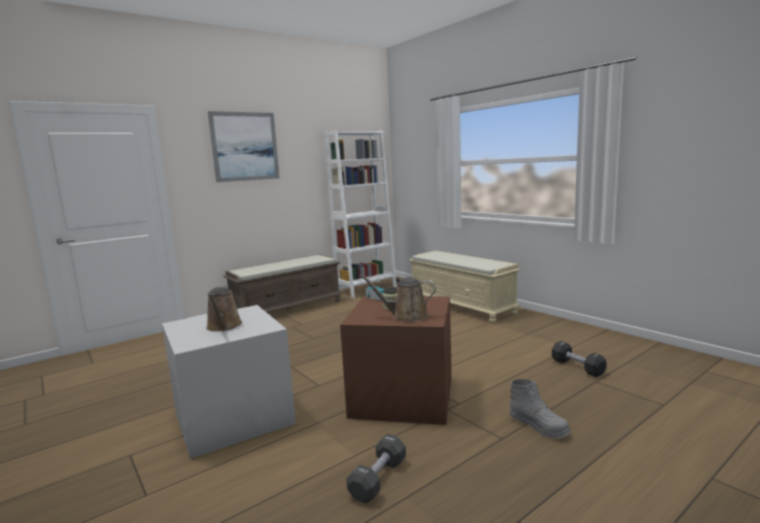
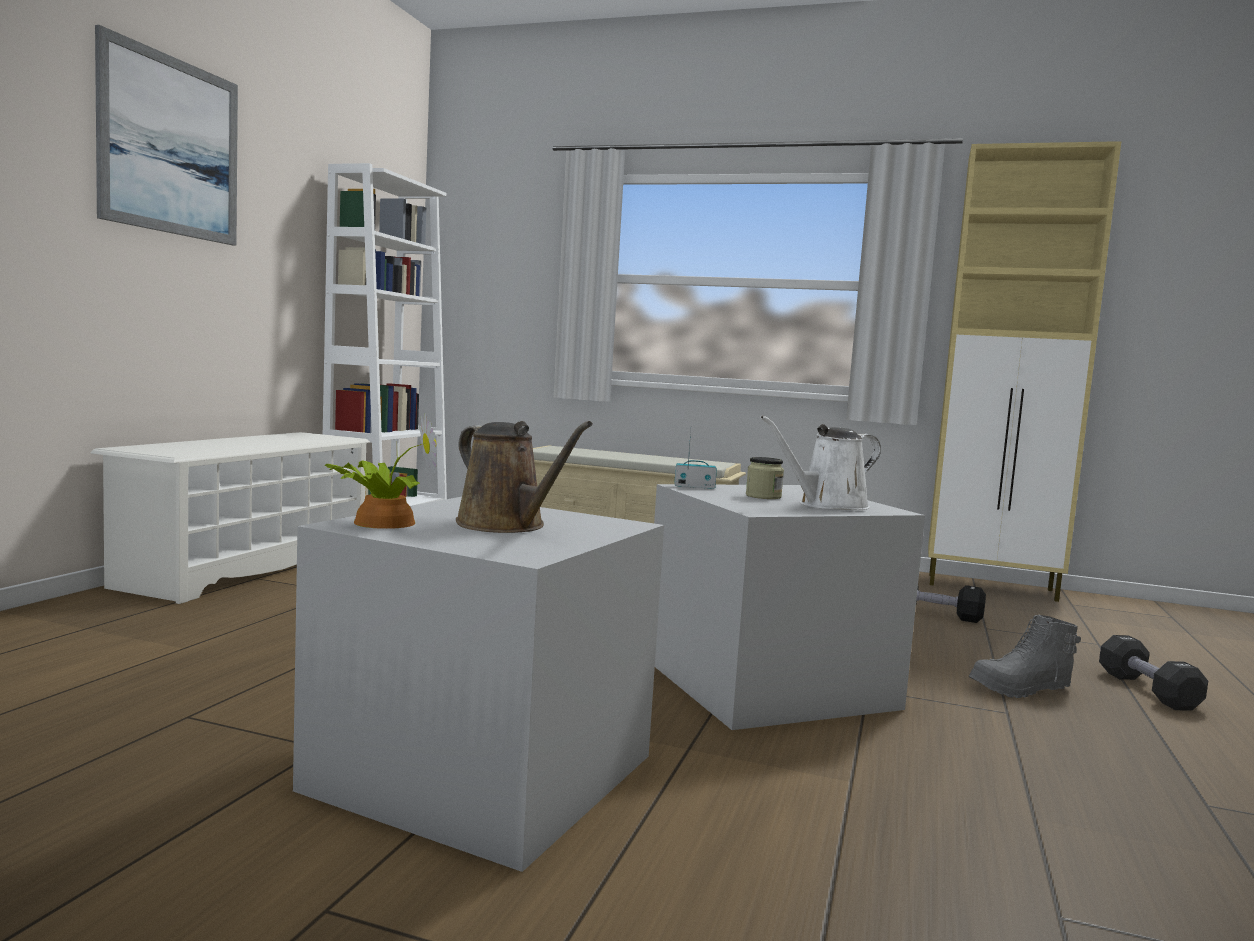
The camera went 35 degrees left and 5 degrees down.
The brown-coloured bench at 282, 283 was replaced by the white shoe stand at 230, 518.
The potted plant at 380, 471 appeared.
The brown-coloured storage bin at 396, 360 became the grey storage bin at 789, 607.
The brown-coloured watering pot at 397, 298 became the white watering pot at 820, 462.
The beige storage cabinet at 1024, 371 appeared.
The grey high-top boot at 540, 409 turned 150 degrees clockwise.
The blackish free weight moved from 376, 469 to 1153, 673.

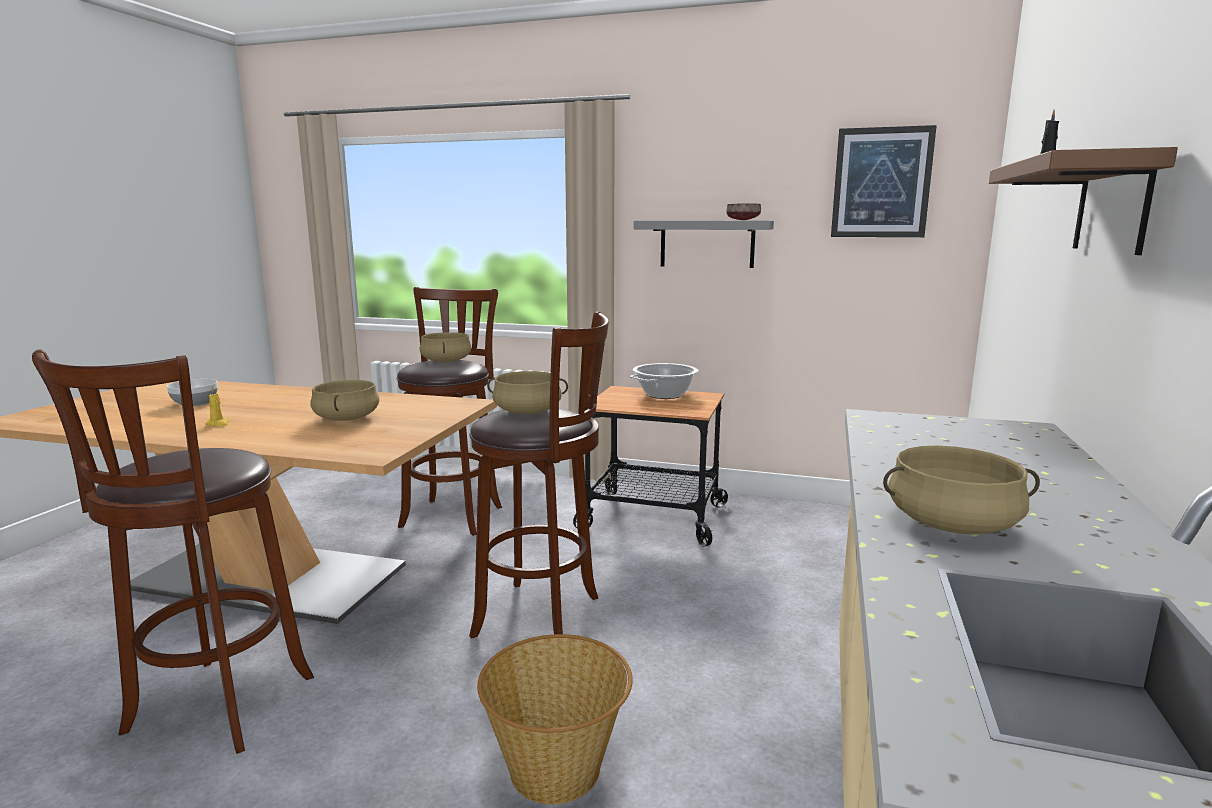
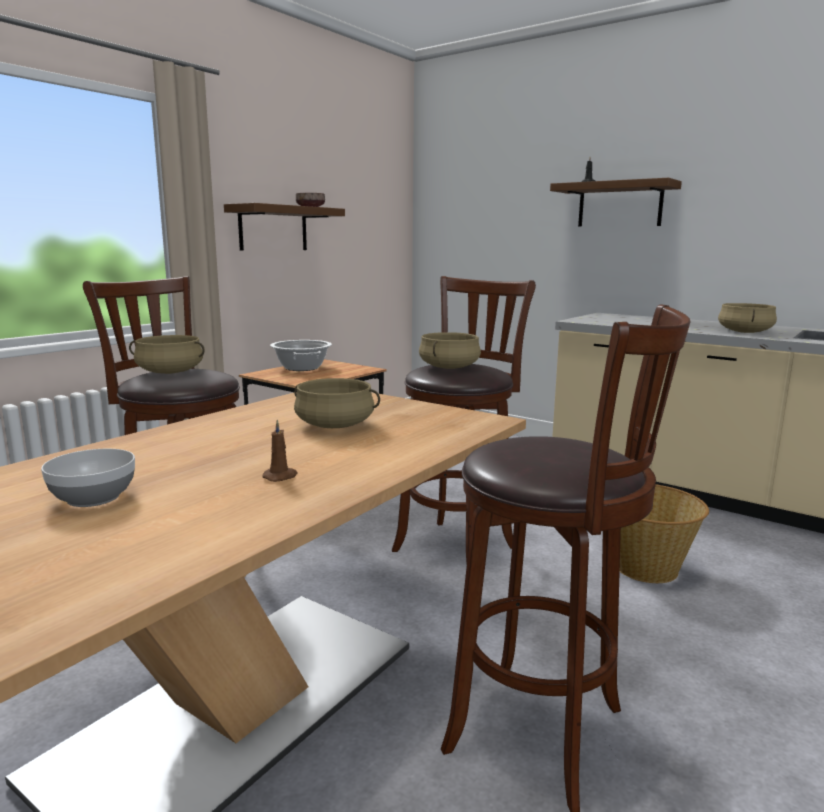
The camera went 70 degrees left and 0 degrees up.
The grey wall shelf at 704, 244 became the brown-coloured wall shelf at 284, 227.
The yellowish wax light at 217, 407 became the brown-coloured wax light at 280, 451.
The wall art at 884, 181 disappeared.

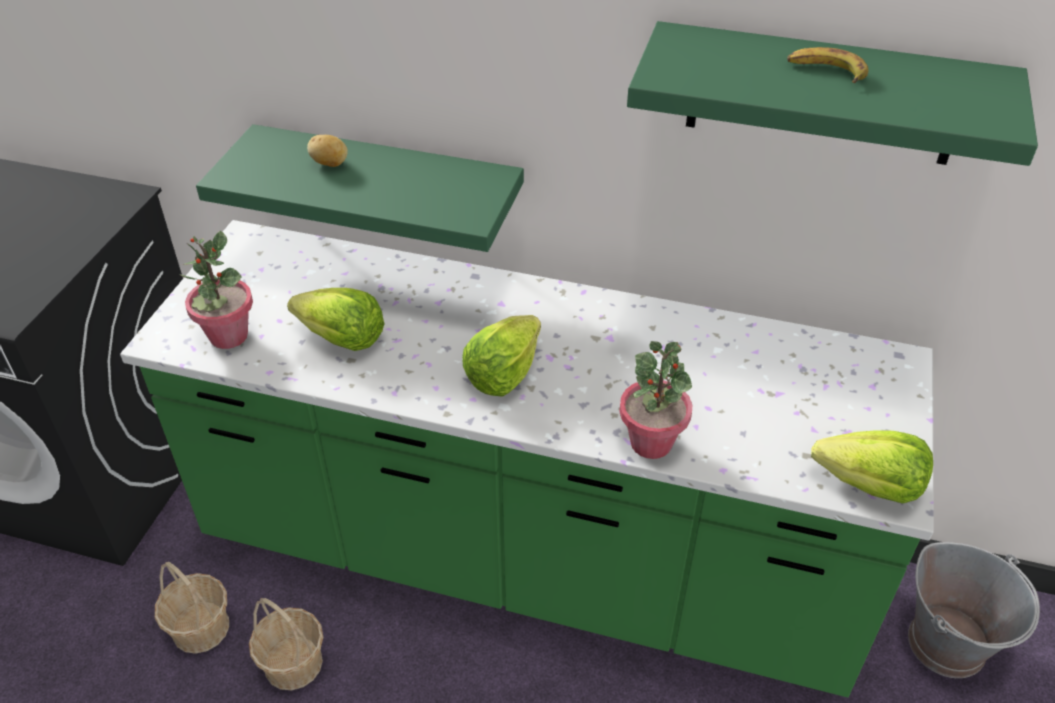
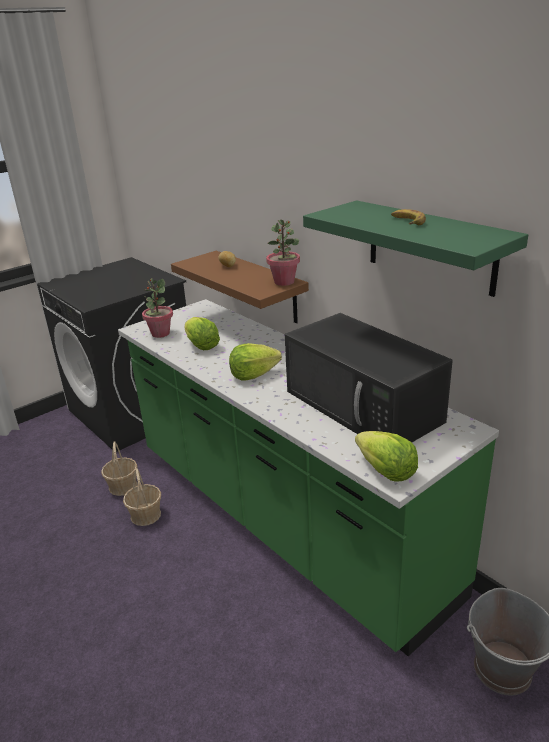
The camera went 35 degrees right and 15 degrees down.
The greenish wall shelf at 360, 188 became the brown-coloured wall shelf at 240, 287.
The potted plant moved from 655, 400 to 283, 253.
The blackish microwave at 369, 377 appeared.

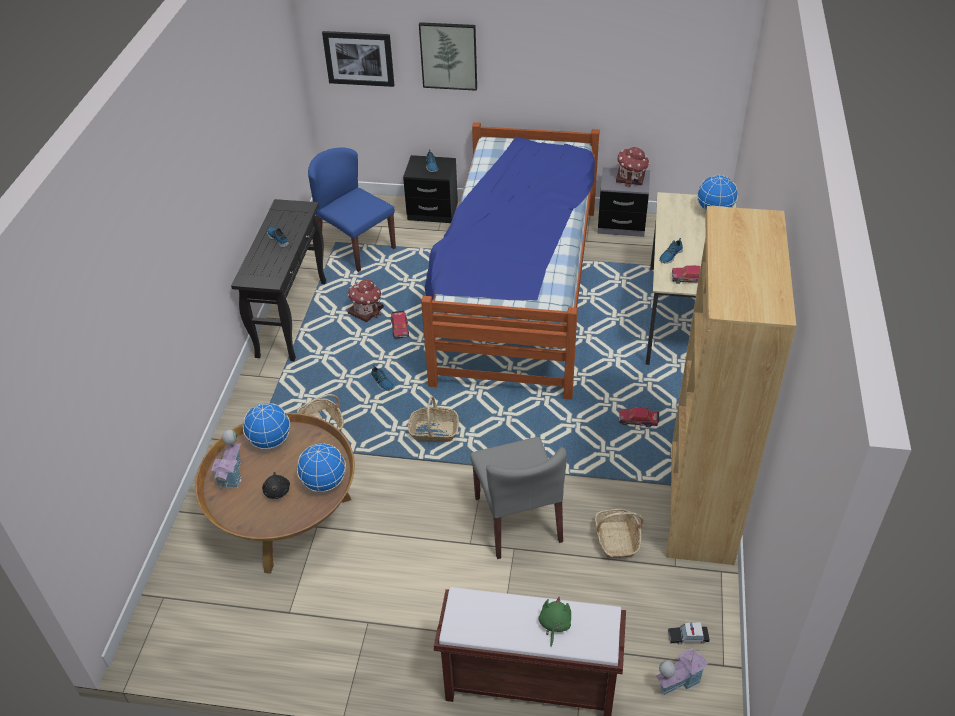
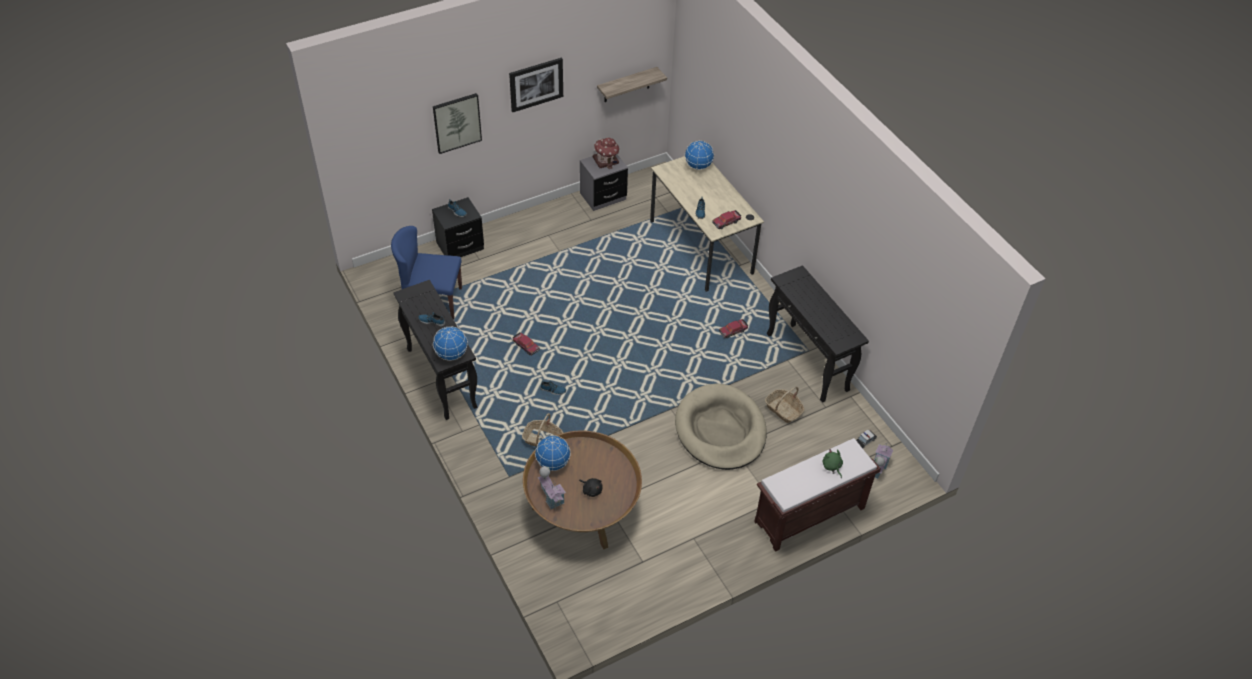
The camera went 40 degrees left and 5 degrees up.
The world globe moved from 321, 467 to 450, 343.
The wall art moved from 358, 59 to 536, 85.
The wall shelf at 632, 84 appeared.
The grey upright chair at 518, 498 was replaced by the beige dog bed at 721, 427.
The brown-coloured bookcase at 731, 385 was replaced by the blackish console table at 818, 334.
The toy house at 365, 300 disappeared.
The basket at 433, 419 disappeared.
The bedroom bed at 510, 261 disappeared.

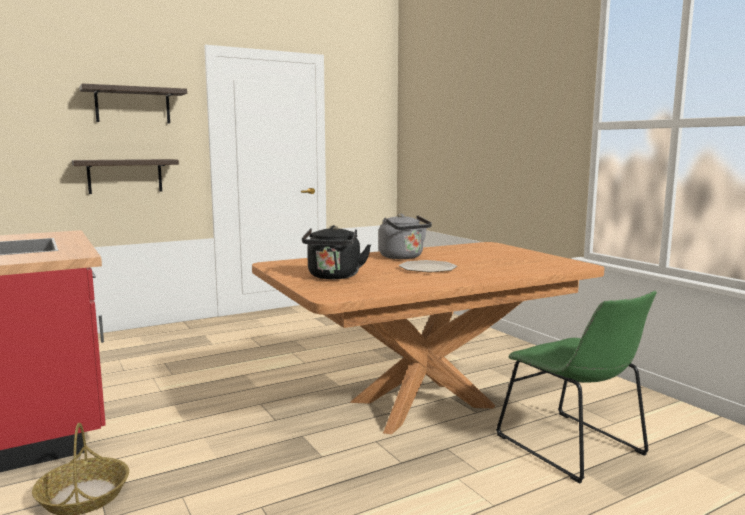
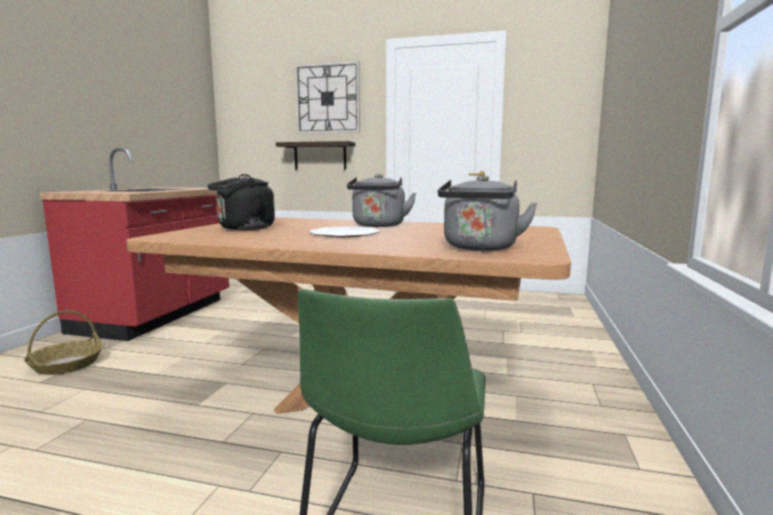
The camera went 45 degrees right and 0 degrees up.
The wall shelf at 133, 103 was replaced by the wall clock at 327, 97.
The grey kettle at 488, 213 appeared.

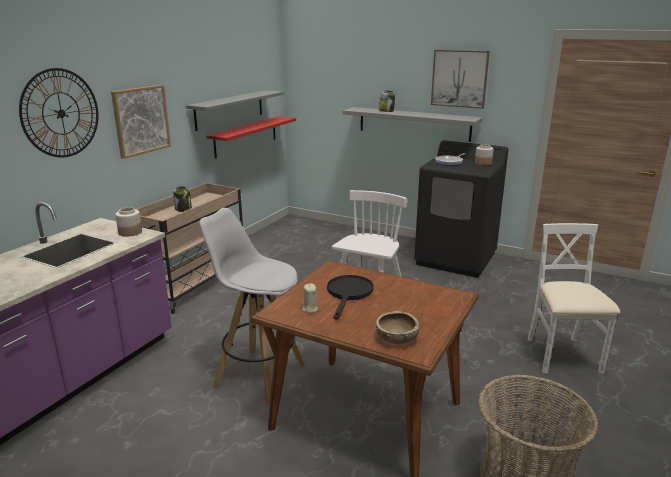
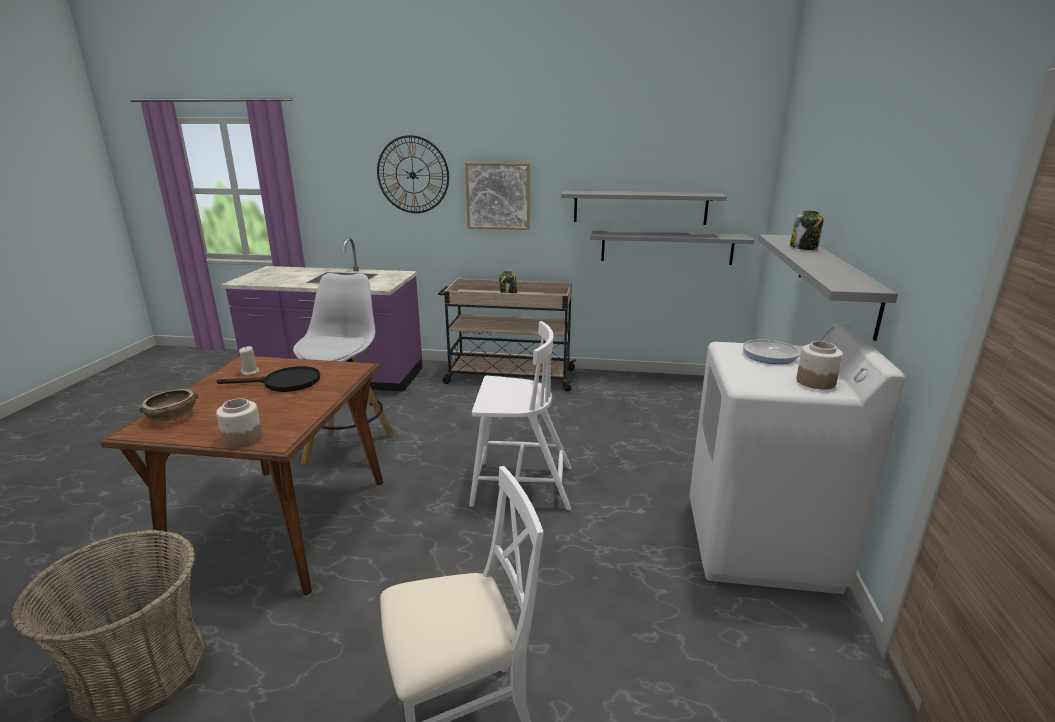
The camera went 70 degrees right and 0 degrees up.
The preserve jar moved from 128, 222 to 239, 423.
The reddish wall shelf at 251, 137 became the grey wall shelf at 672, 248.
The blackish laundry appliance at 461, 209 became the white laundry appliance at 797, 458.
The wall art at 460, 79 disappeared.

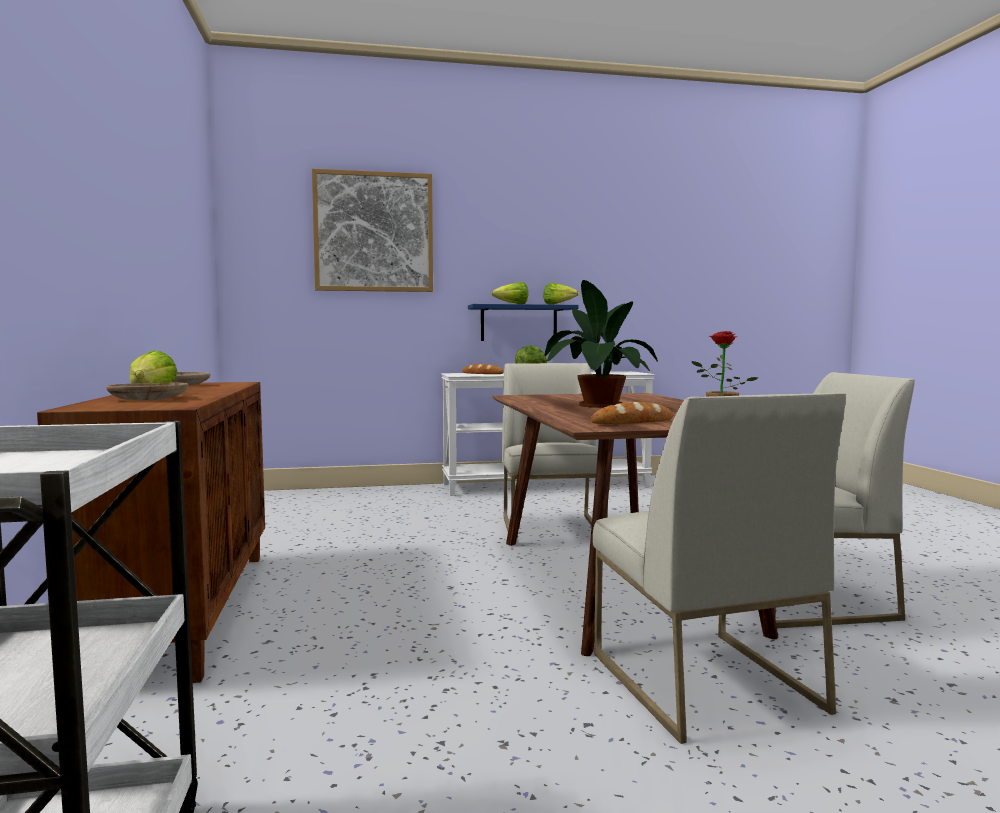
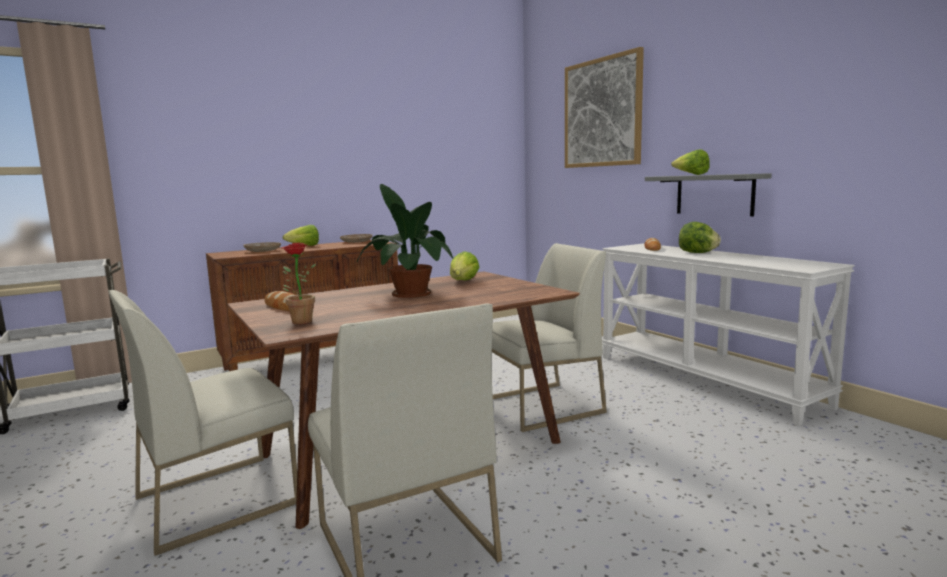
The camera went 70 degrees right and 5 degrees up.
The head of lettuce moved from 561, 294 to 465, 265.
The bluish wall shelf at 523, 322 became the grey wall shelf at 708, 194.

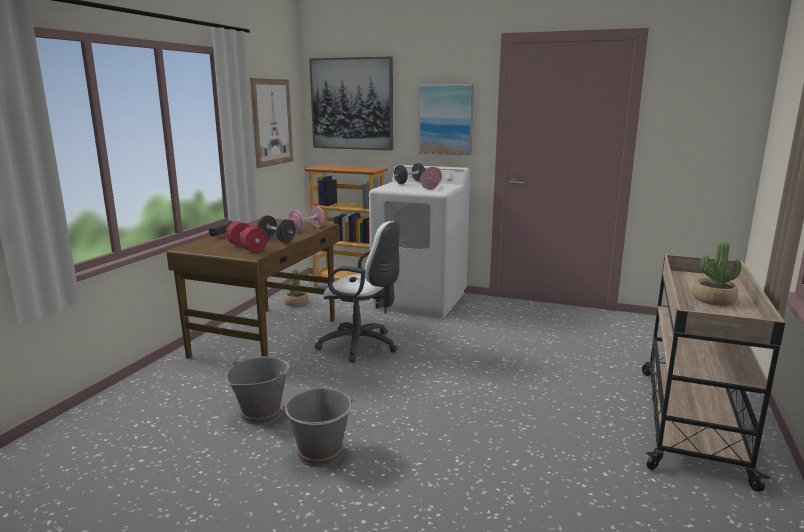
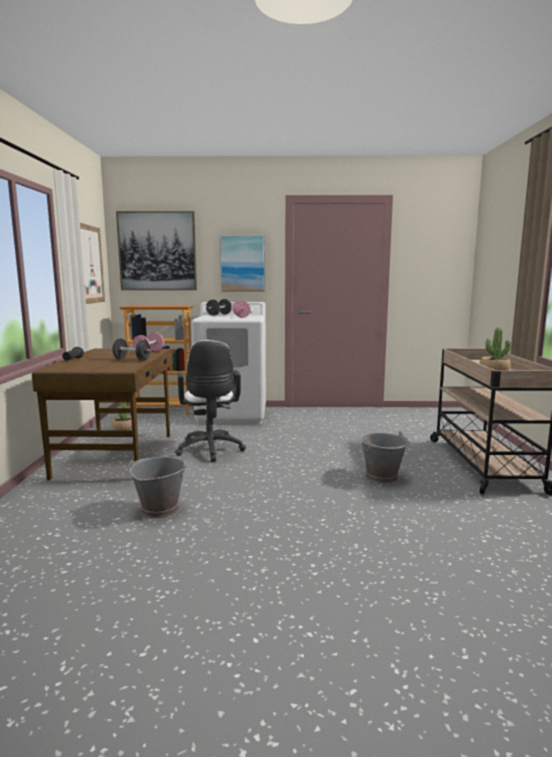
The camera went 20 degrees left and 5 degrees down.
The white office chair at 357, 292 turned 75 degrees clockwise.
The grey pail moved from 318, 427 to 384, 457.
The reddish free weight at 247, 236 disappeared.

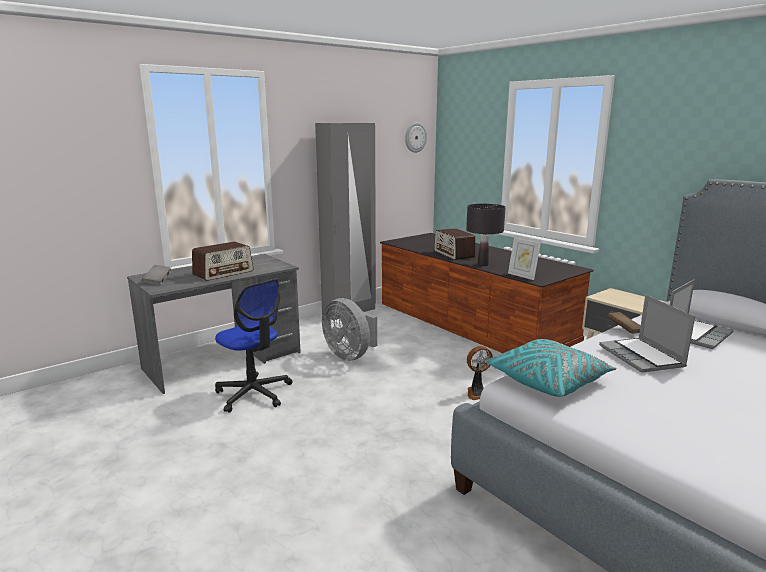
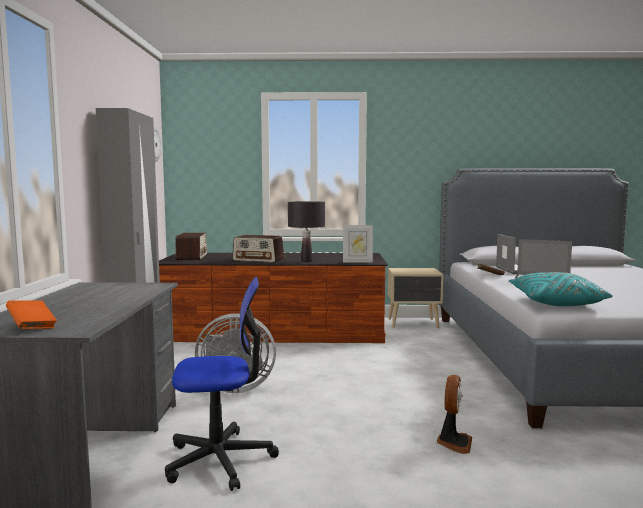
The camera went 50 degrees left and 10 degrees down.
The grey volume at 156, 275 became the orange volume at 31, 314.
The radio moved from 223, 261 to 191, 246.
The cooling fan moved from 480, 373 to 454, 414.

